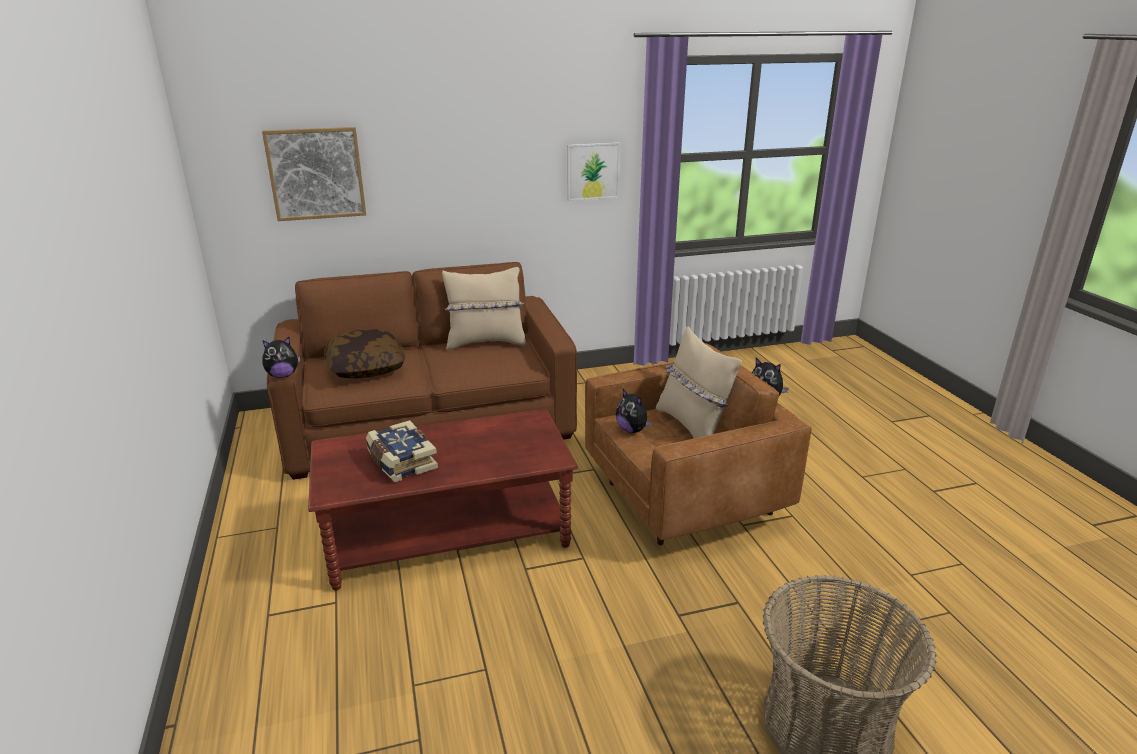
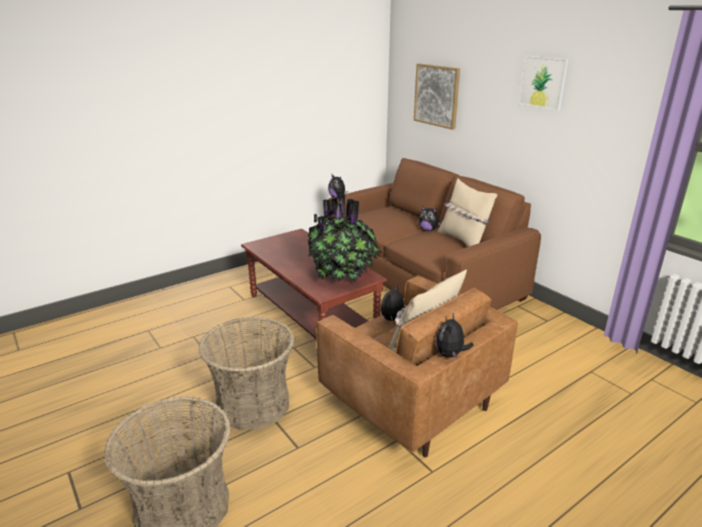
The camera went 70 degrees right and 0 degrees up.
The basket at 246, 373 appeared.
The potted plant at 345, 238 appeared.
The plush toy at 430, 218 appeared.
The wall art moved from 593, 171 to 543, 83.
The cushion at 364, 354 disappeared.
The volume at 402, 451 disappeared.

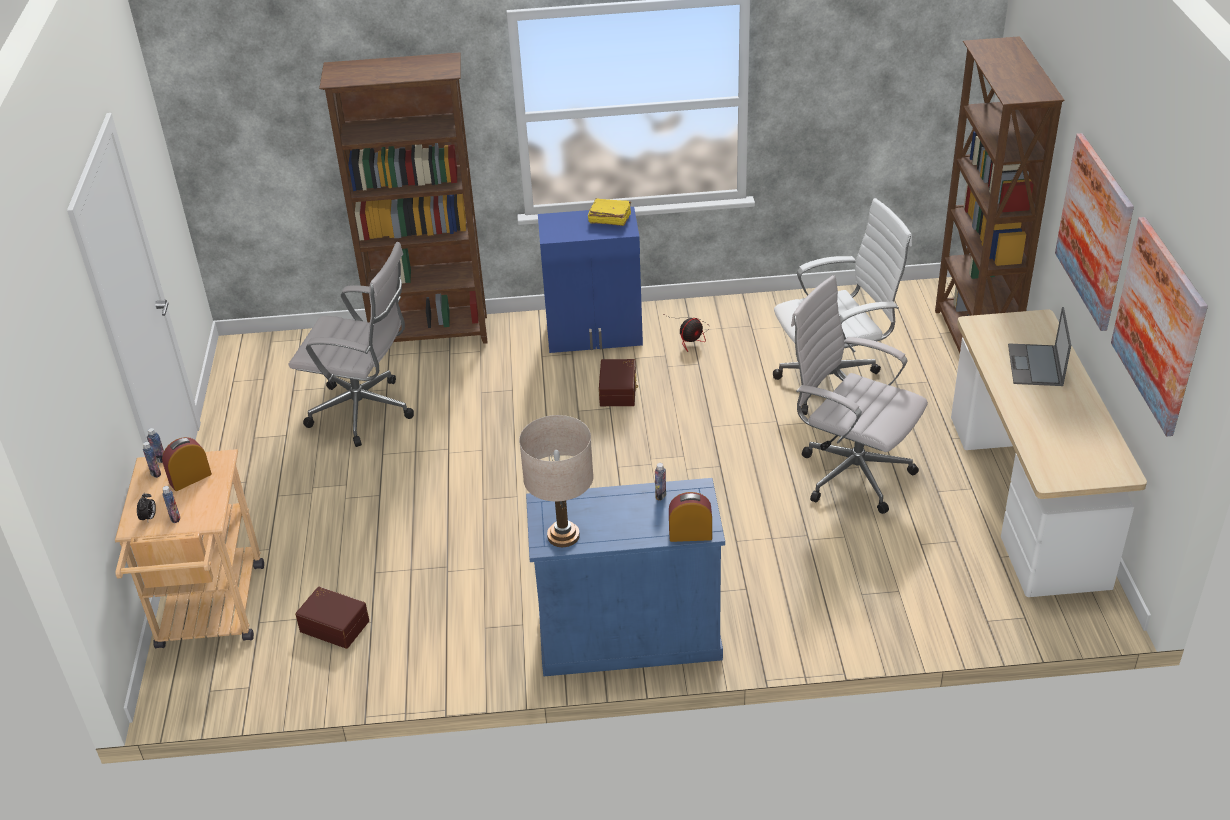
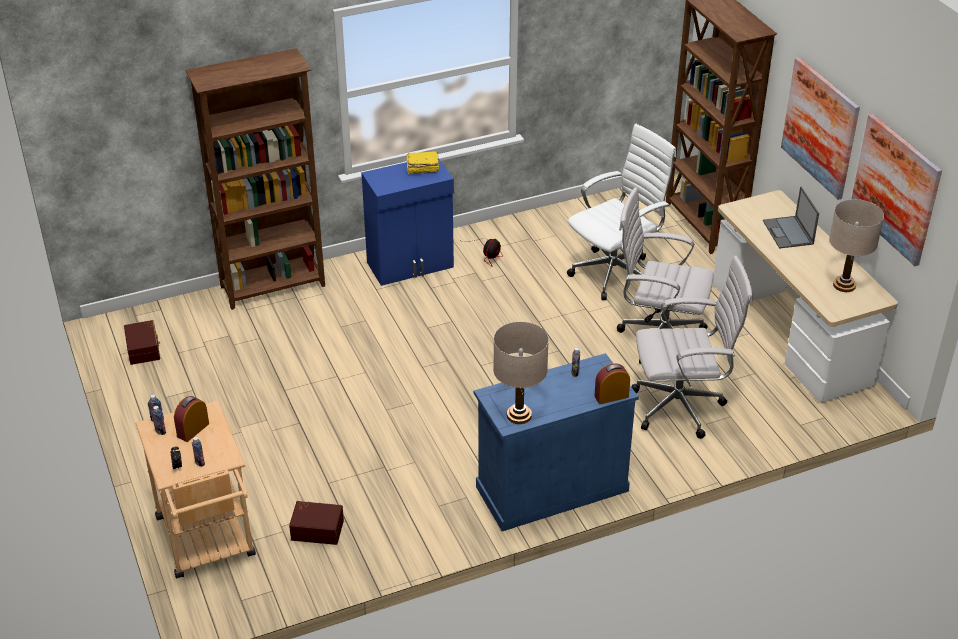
The camera went 20 degrees left and 0 degrees up.
The brown-coloured storage bin moved from 618, 382 to 142, 342.
The white office chair moved from 351, 344 to 692, 347.
The beige lamp for a table at 856, 245 appeared.

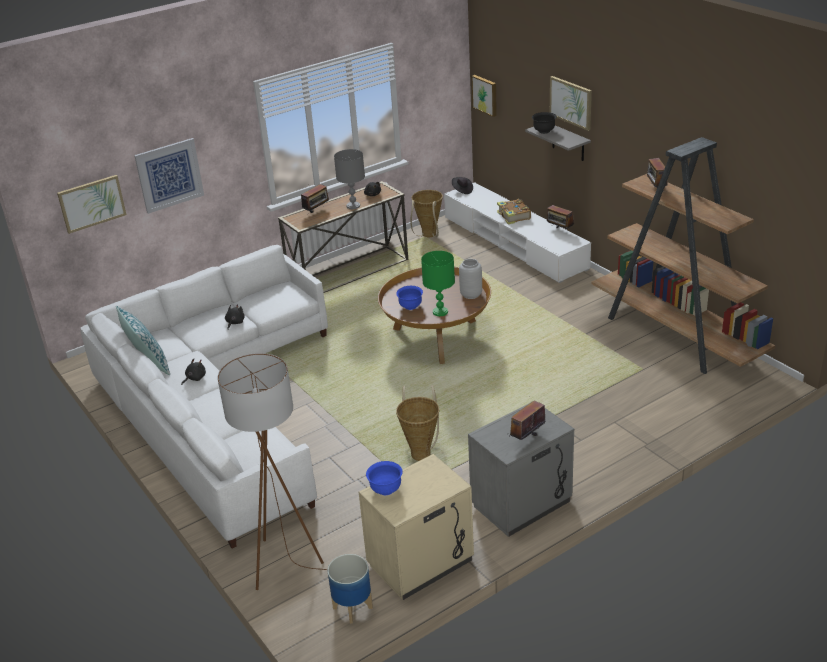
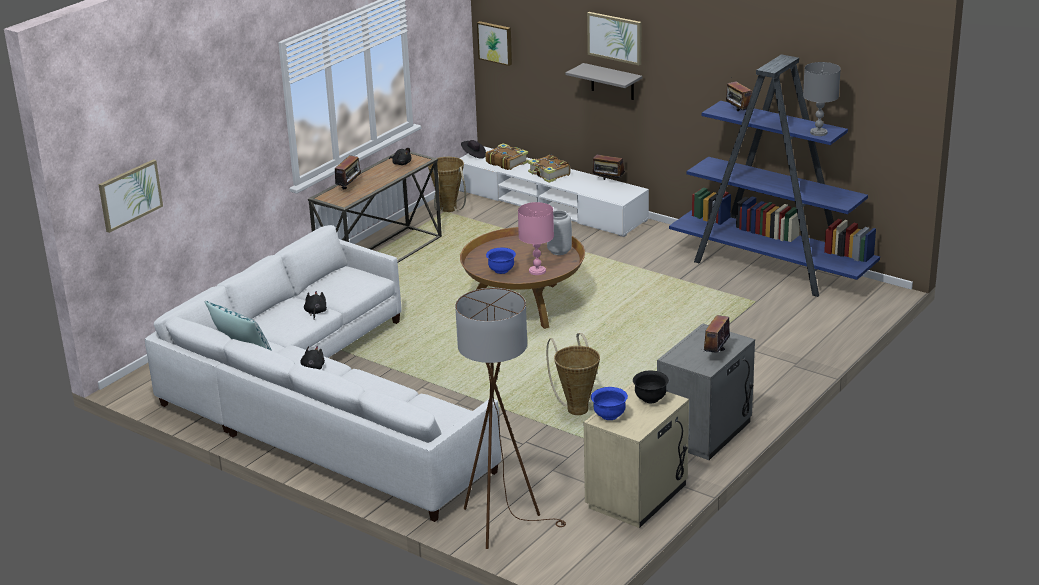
The camera went 20 degrees left and 5 degrees down.
The volume at 507, 156 appeared.
The greenish lamp for a table at 438, 283 became the pink lamp for a table at 536, 238.
The blackish serving bowl moved from 544, 123 to 651, 387.
The brown-coloured bookcase at 683, 255 became the bluish bookcase at 774, 175.
The grey lamp for a table moved from 349, 179 to 822, 99.
The wall art at 169, 176 disappeared.
The flower pot at 350, 589 disappeared.

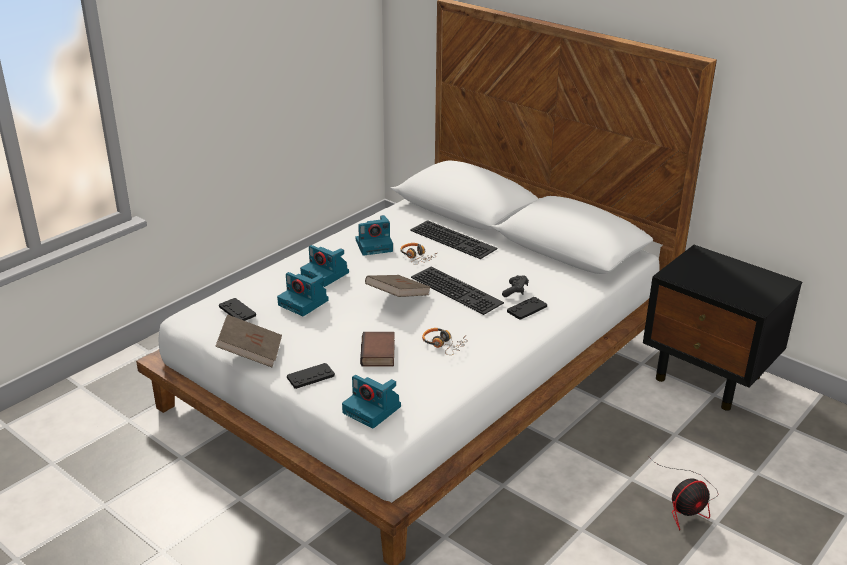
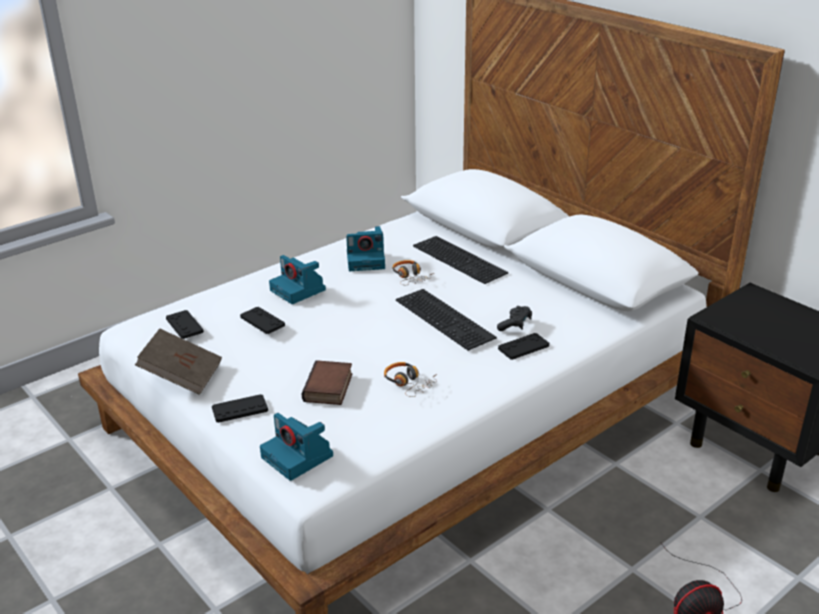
The camera went 10 degrees right and 0 degrees up.
The still camera at 303, 294 was replaced by the blackish game controller at 262, 320.
The brown-coloured volume at 398, 286 disappeared.

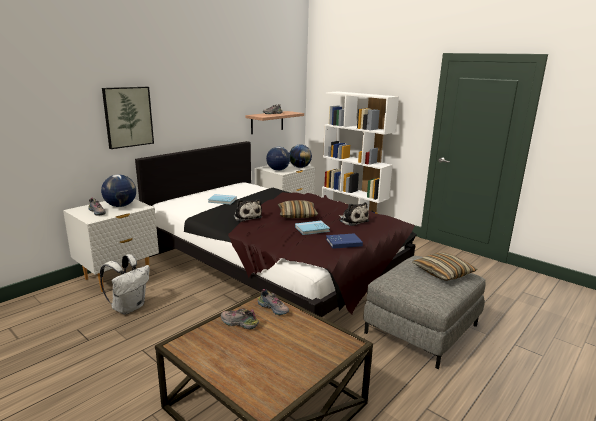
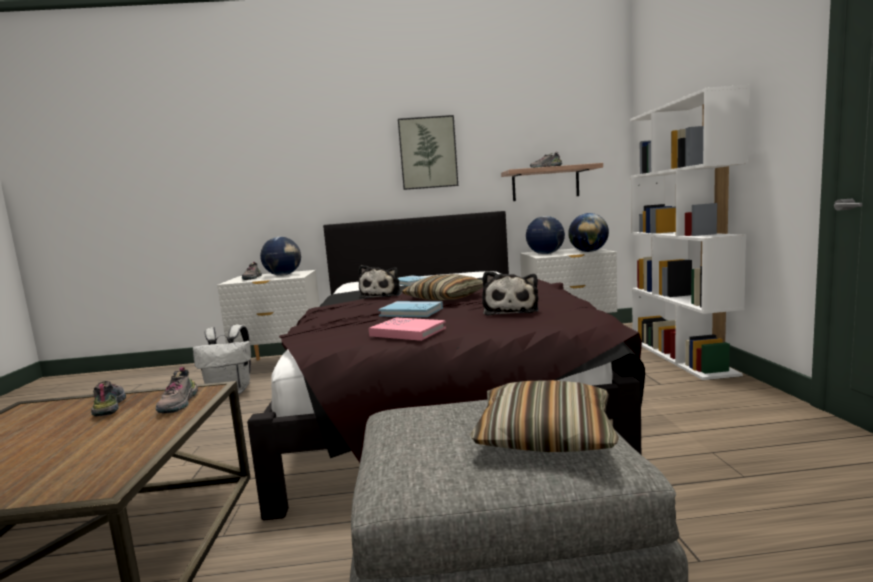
The camera went 45 degrees right and 10 degrees down.
The bluish volume at 344, 241 became the pink volume at 407, 329.
The wall art moved from 128, 118 to 428, 152.

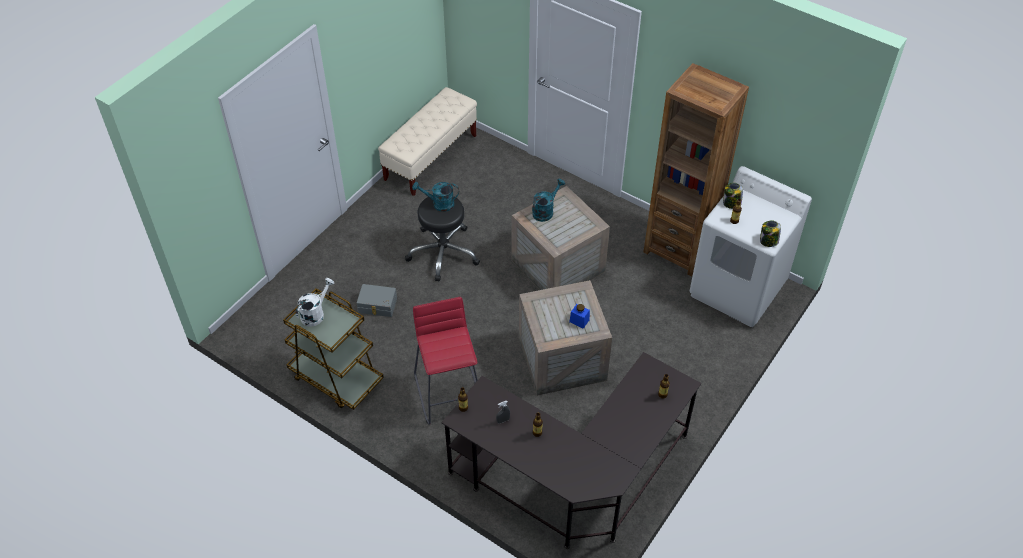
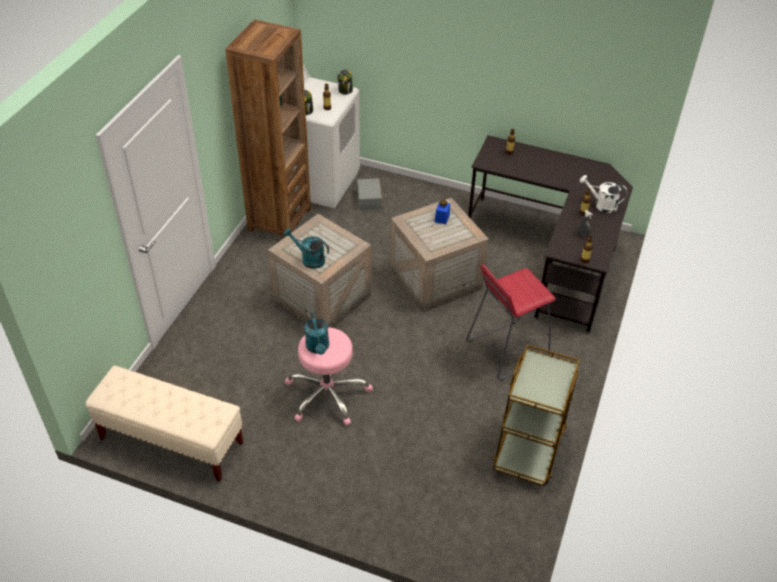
The camera went 105 degrees left and 5 degrees down.
The blackish stool at 442, 238 became the pink stool at 329, 376.
The grey storage bin moved from 377, 300 to 370, 194.
The white watering pot moved from 315, 302 to 603, 194.

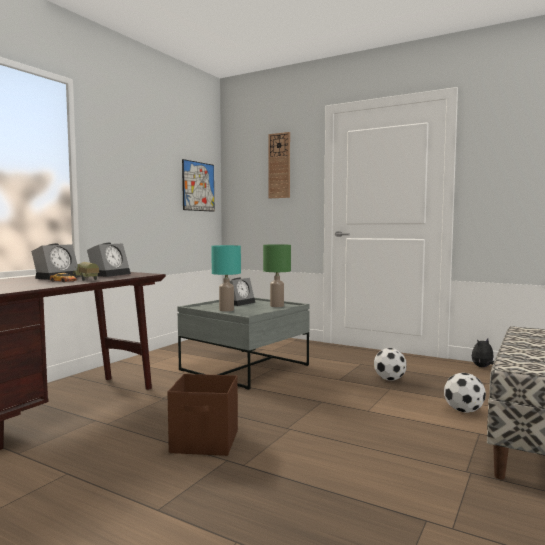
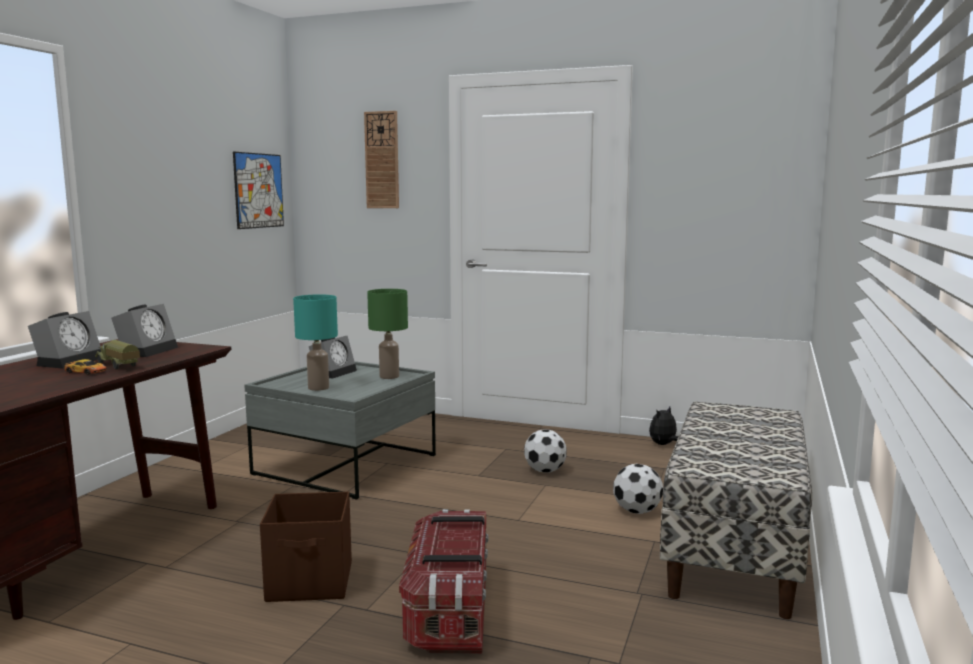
The camera went 10 degrees left and 5 degrees up.
The storage bin at 444, 581 appeared.

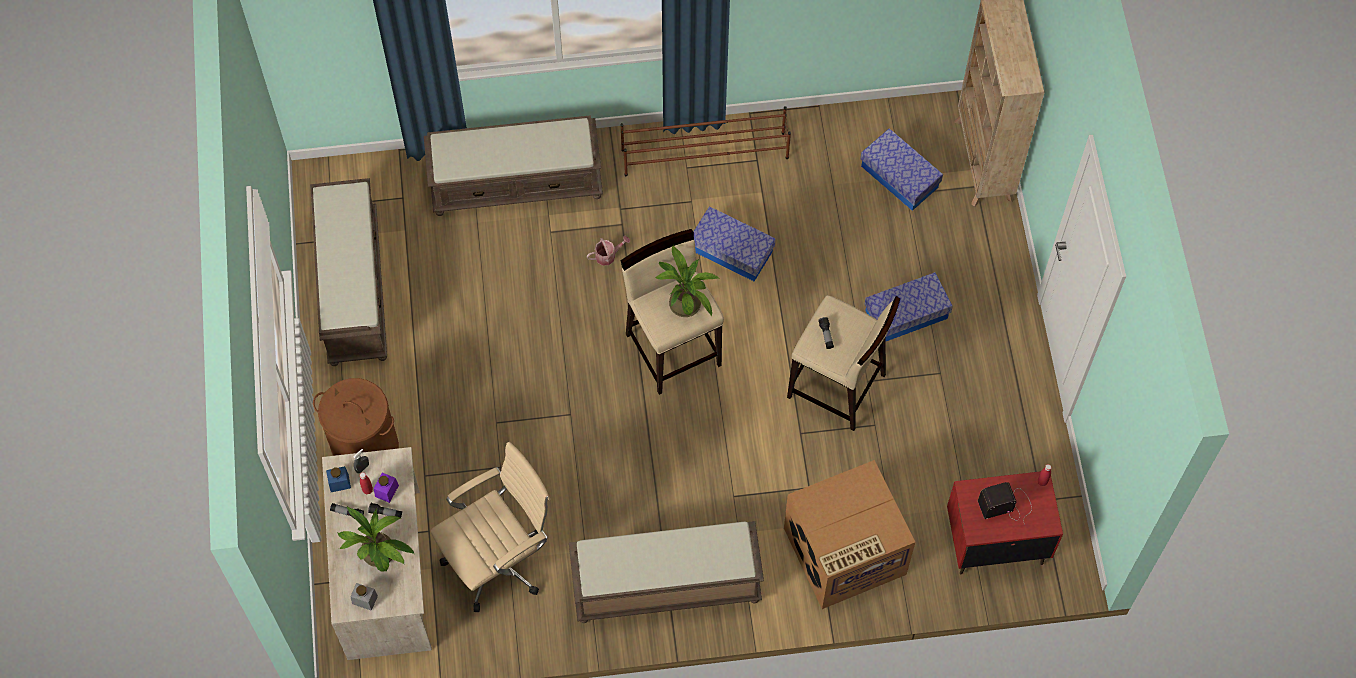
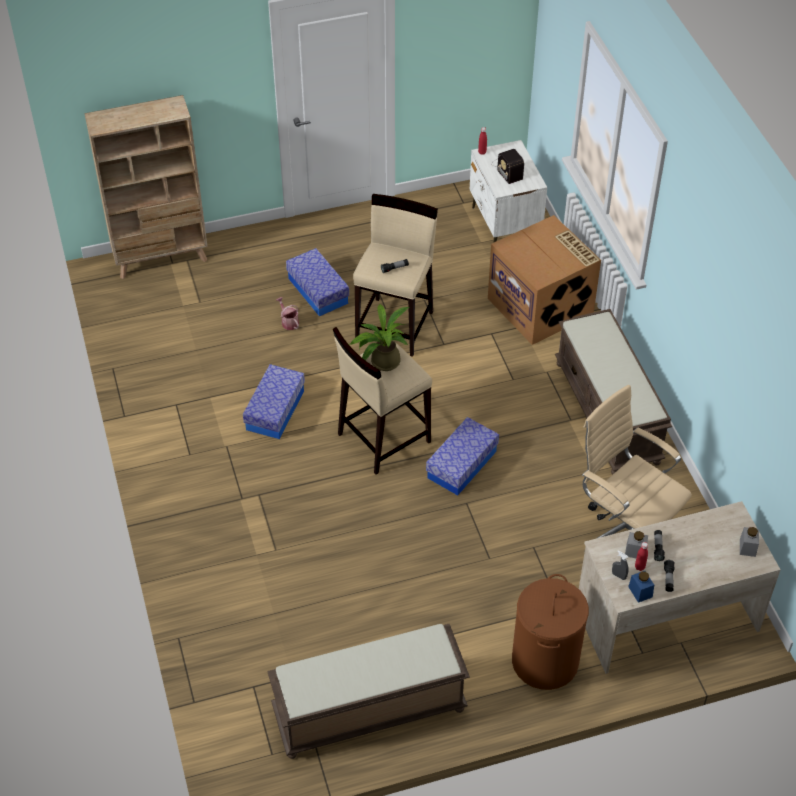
The camera went 100 degrees left and 15 degrees down.
The watering pot moved from 608, 251 to 287, 313.
The storage bin moved from 902, 169 to 462, 456.
The reddish nightstand at 1005, 522 became the white nightstand at 508, 191.
The purple-coloured preserve jar at 386, 488 became the grey preserve jar at 636, 544.
The potted plant at 375, 539 disappeared.
The brown-coloured bench at 513, 165 disappeared.
The brown-coloured shoe stand at 705, 141 disappeared.

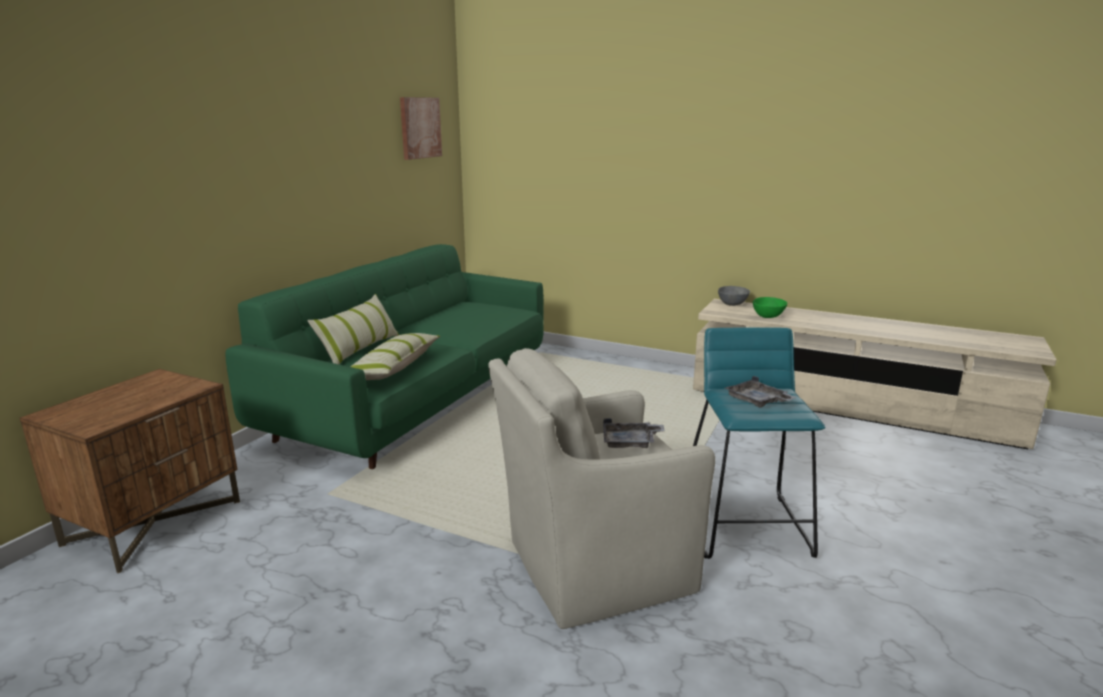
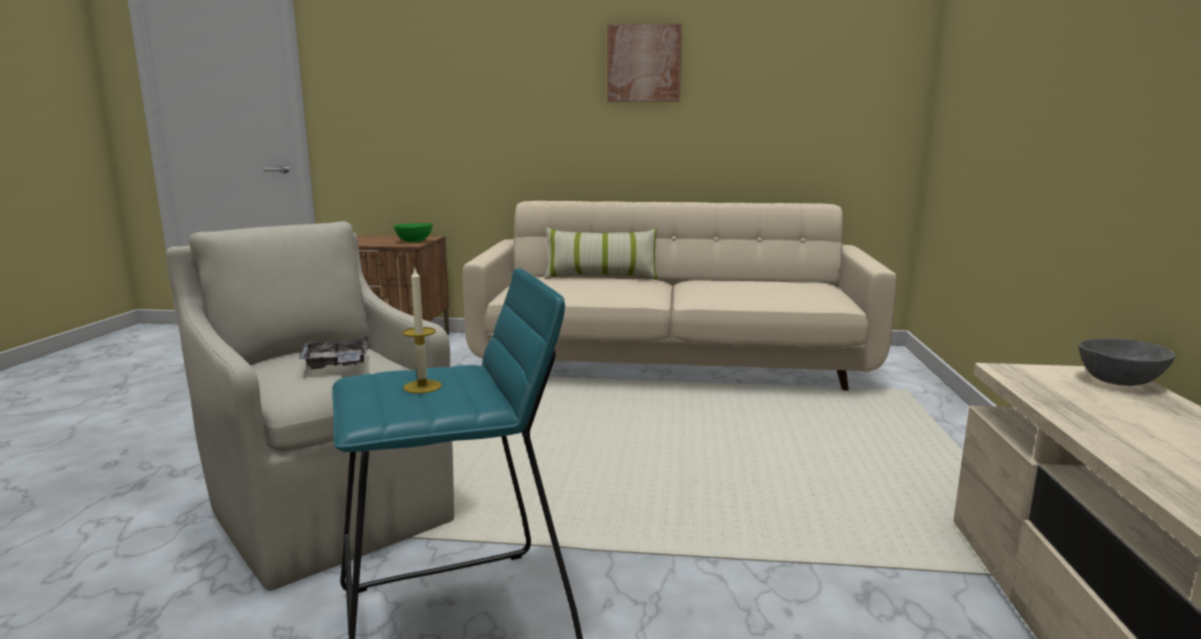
The camera went 70 degrees right and 5 degrees down.
The greenish serving bowl moved from 770, 307 to 413, 232.
The grey carrying tray at 761, 391 was replaced by the wax light at 422, 330.
The greenish couch at 385, 356 became the beige couch at 680, 296.
The wall art moved from 421, 128 to 644, 62.
The cushion at 395, 356 disappeared.

